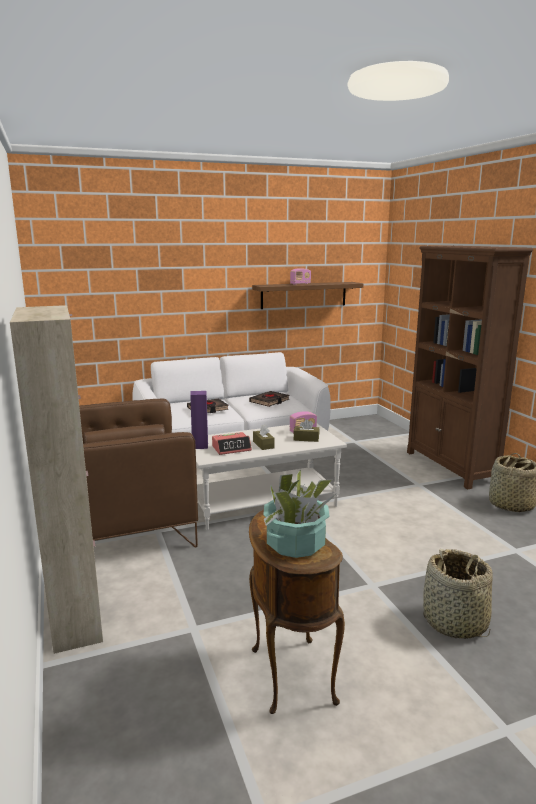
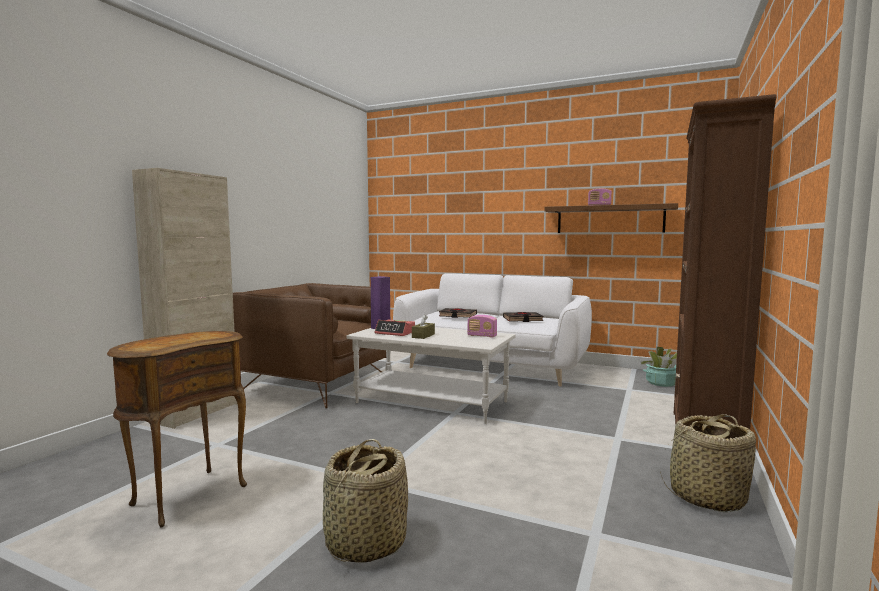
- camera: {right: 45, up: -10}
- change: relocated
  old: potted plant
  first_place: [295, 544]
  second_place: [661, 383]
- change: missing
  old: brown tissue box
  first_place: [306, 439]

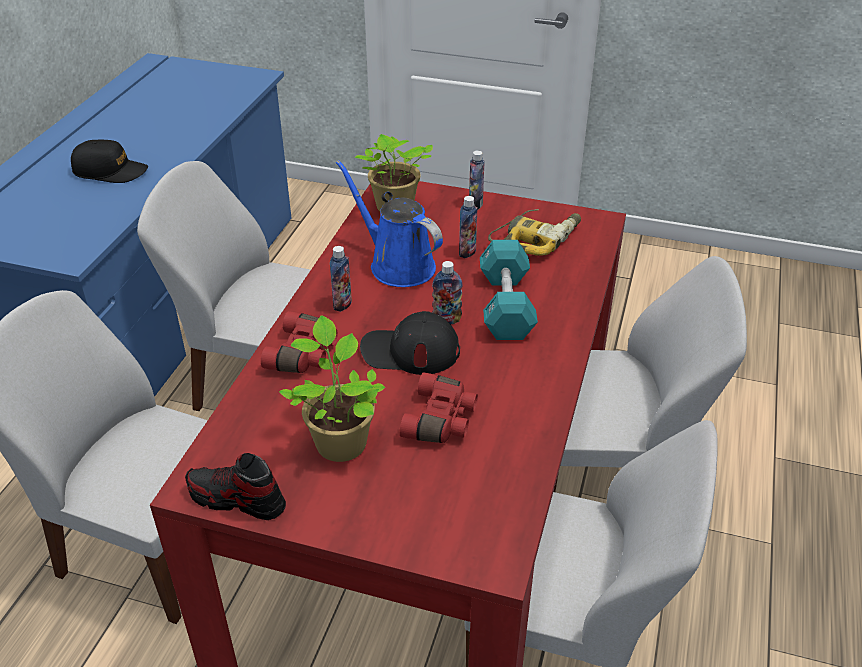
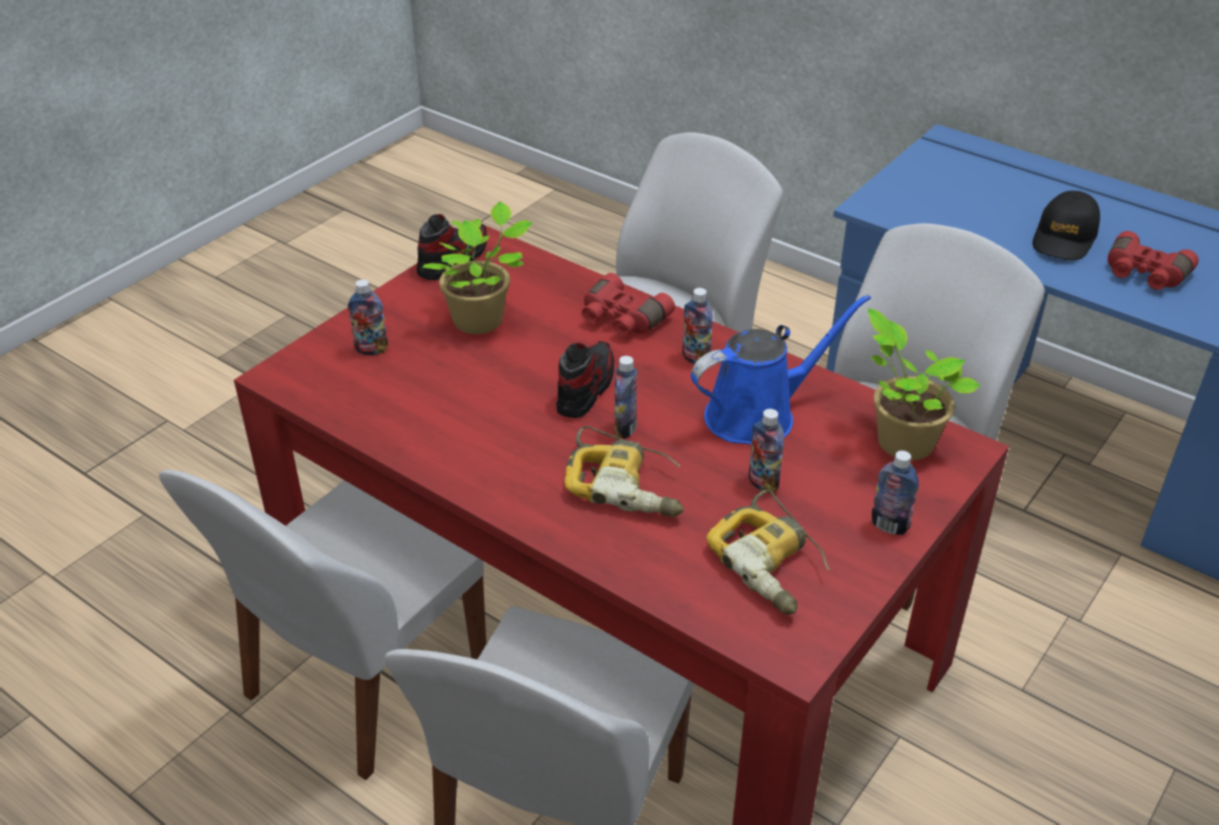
- camera: {right: 110, up: 0}
- change: exchanged
  old: black cap
  new: shoe
  first_place: [410, 351]
  second_place: [585, 389]
- change: relocated
  old: red binoculars
  first_place: [441, 420]
  second_place: [1143, 274]
- change: exchanged
  old: turquoise dumbbell
  new: power drill
  first_place: [506, 305]
  second_place: [627, 484]
- change: appeared
  new: bottle
  second_place: [371, 349]

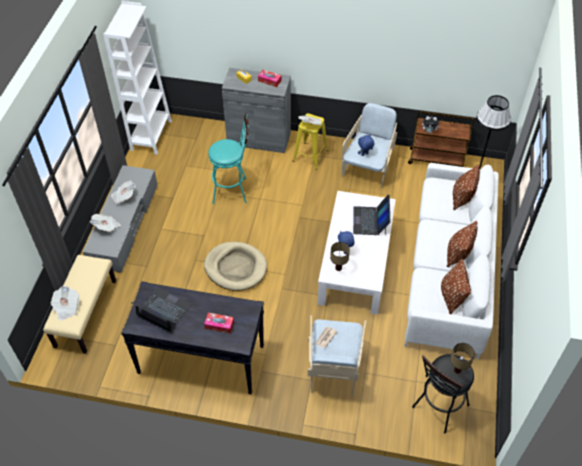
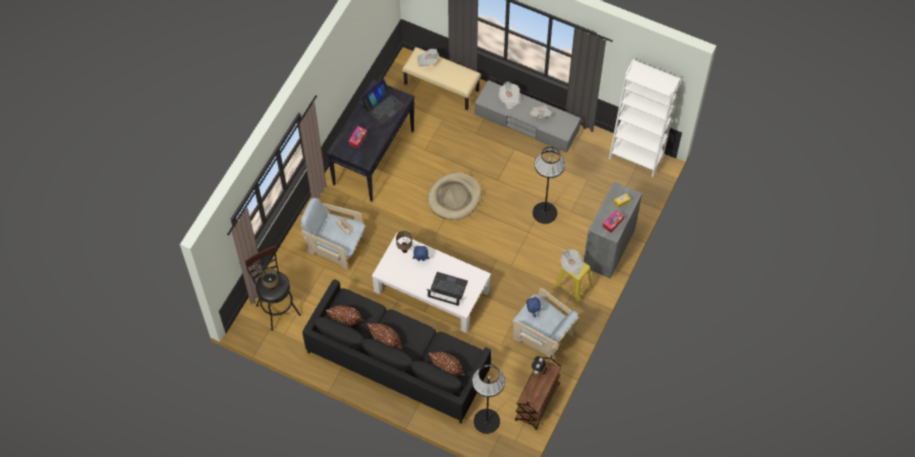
- camera: {right: 105, up: 10}
- change: exchanged
  old: turquoise stool
  new: black floor lamp
  first_place: [233, 190]
  second_place: [544, 213]
- change: colour
  old: white sofa
  new: black sofa
  first_place: [447, 272]
  second_place: [398, 361]

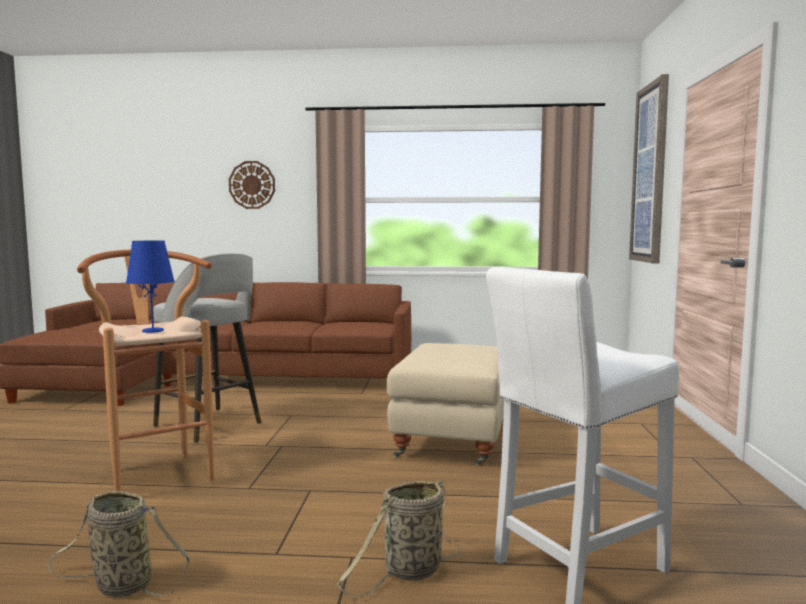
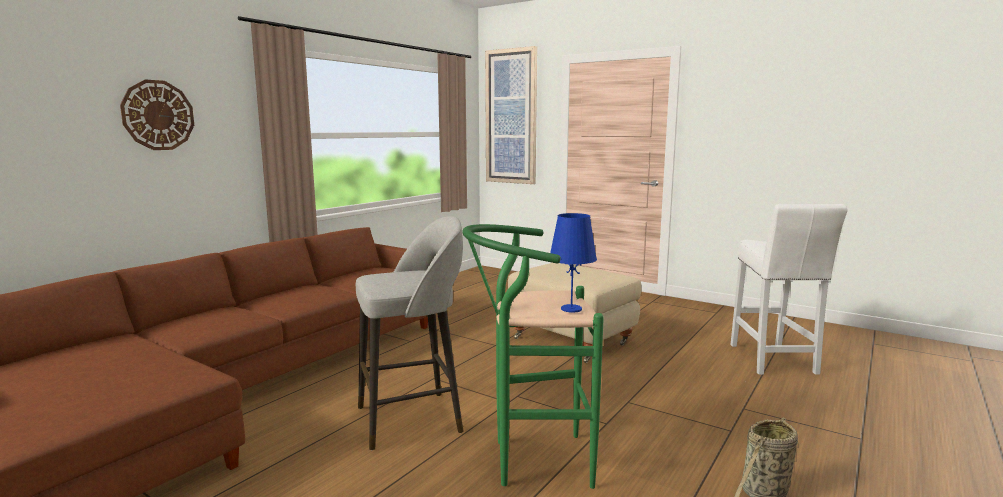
- camera: {right: -60, up: 5}
- change: colour
  old: brown stool
  new: green stool
  first_place: [156, 472]
  second_place: [531, 461]
- change: missing
  old: basket
  first_place: [409, 572]

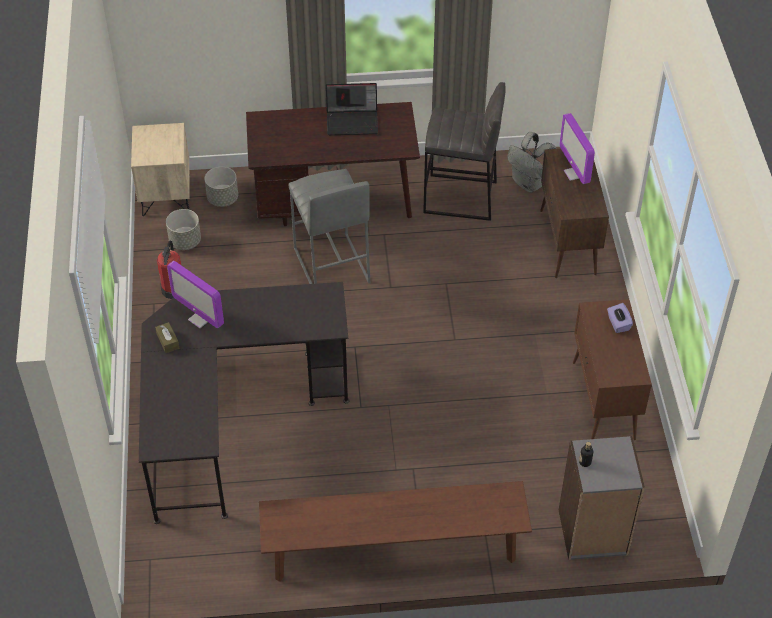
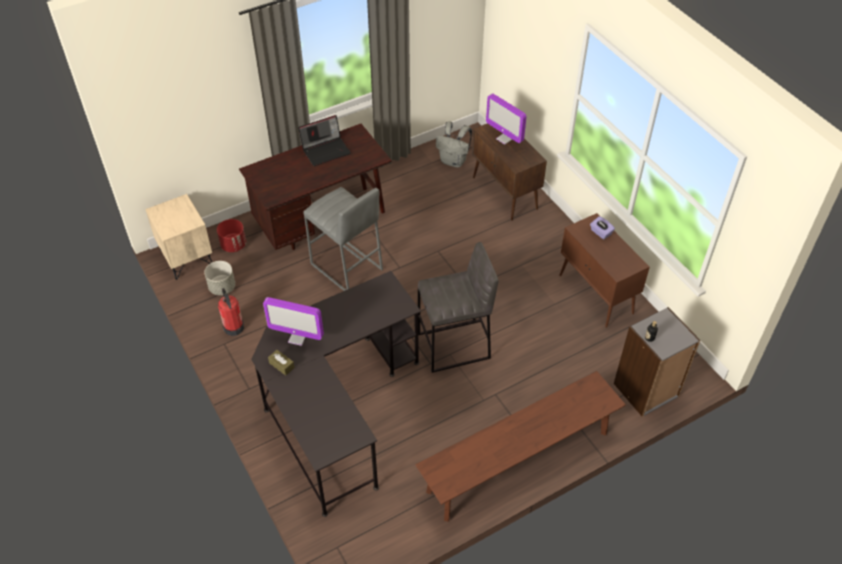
- camera: {right: -25, up: 0}
- change: colour
  old: grey planter
  new: red planter
  first_place: [223, 198]
  second_place: [233, 245]
- change: relocated
  old: grey stool
  first_place: [461, 198]
  second_place: [454, 346]

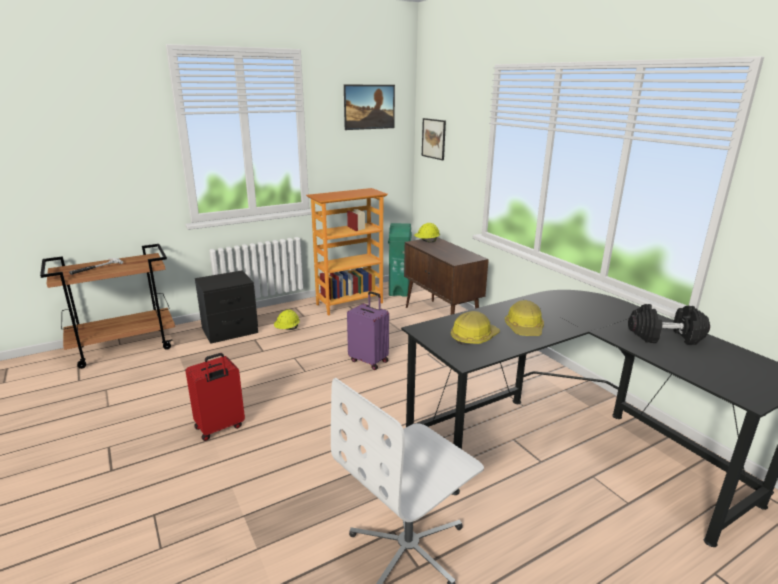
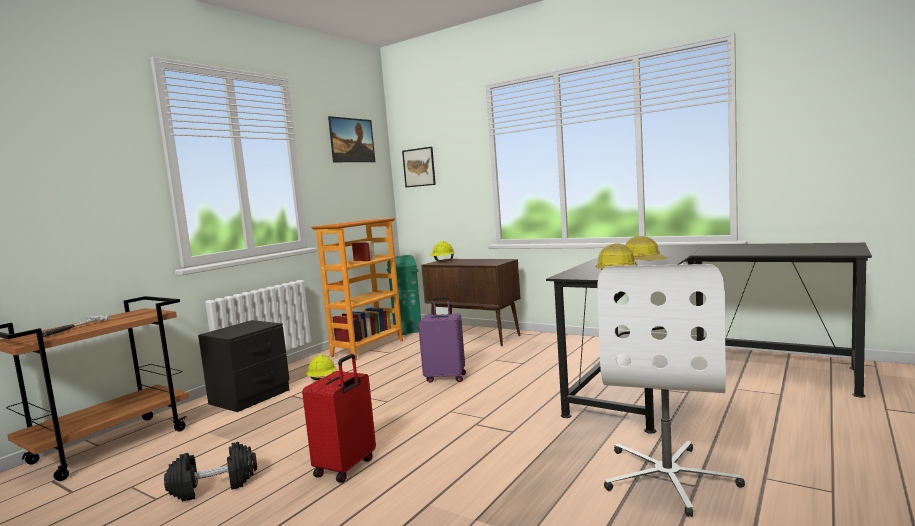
- camera: {right: -25, up: -15}
- change: relocated
  old: black dumbbell
  first_place: [665, 337]
  second_place: [214, 486]

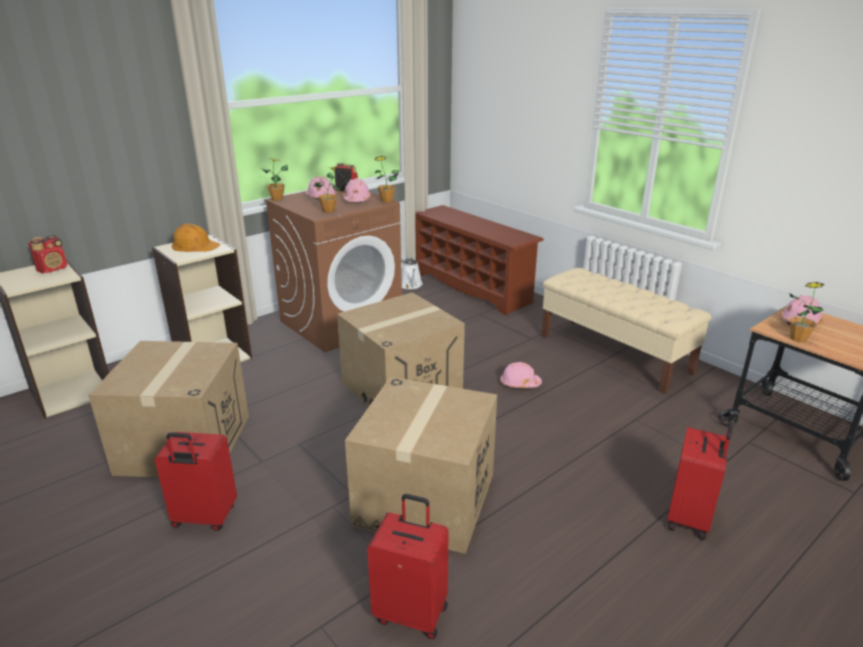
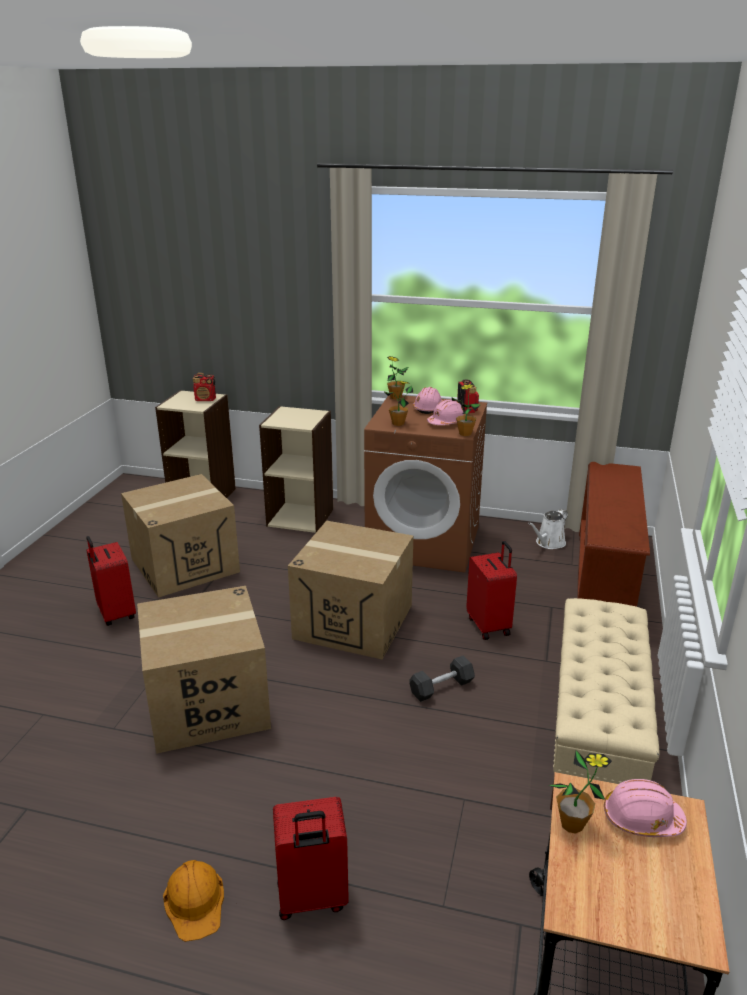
- camera: {right: 55, up: 0}
- change: relocated
  old: orange hard hat
  first_place: [195, 245]
  second_place: [195, 901]
- change: relocated
  old: red suitcase
  first_place: [412, 612]
  second_place: [489, 626]
- change: exchanged
  old: pink hard hat
  new: grey dumbbell
  first_place: [519, 383]
  second_place: [441, 687]

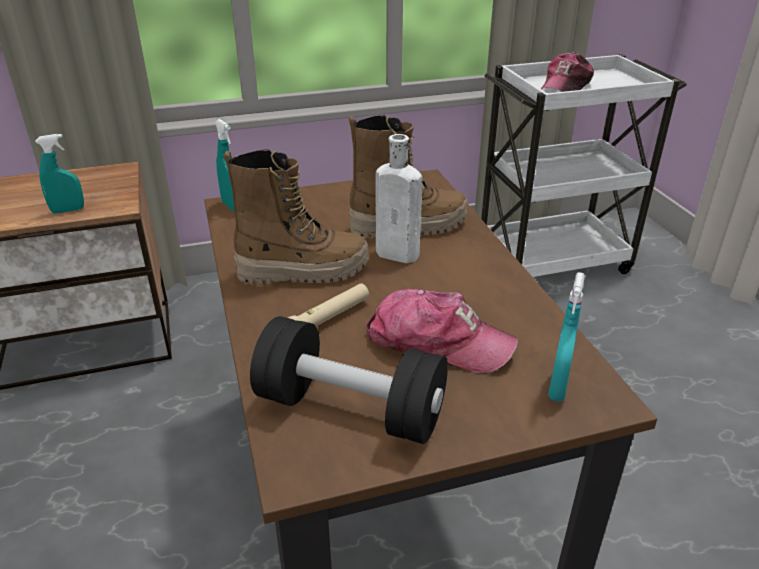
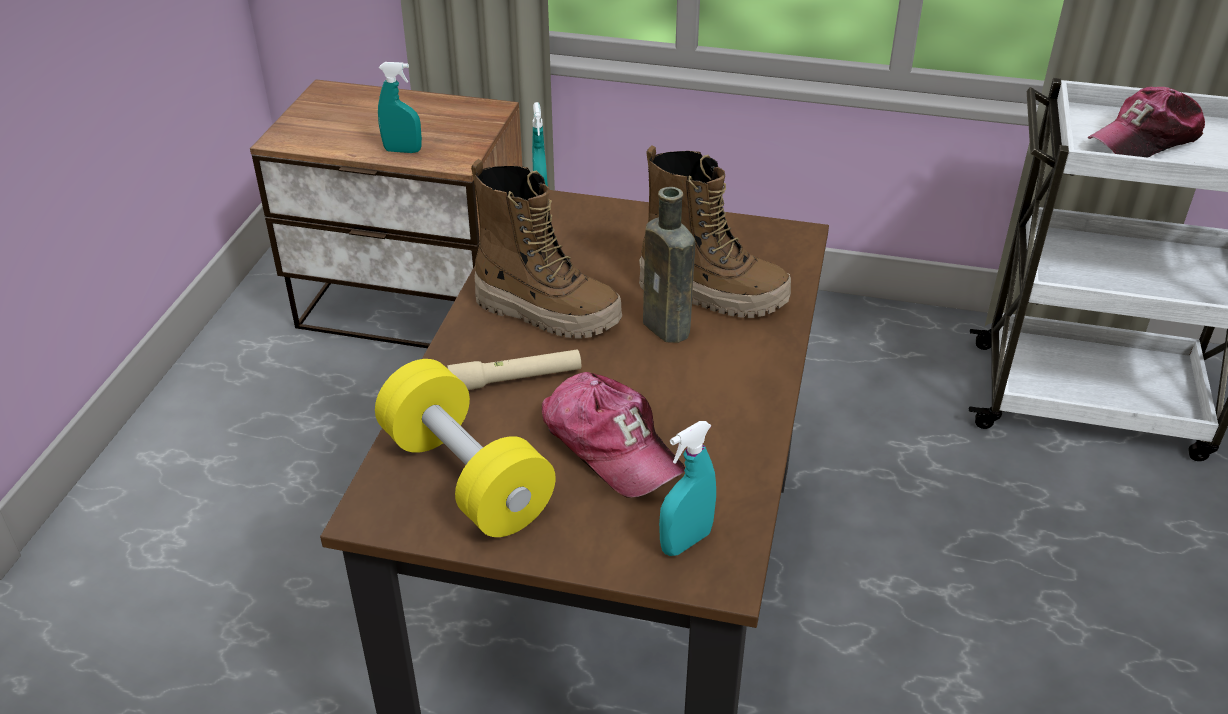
- camera: {right: 30, up: 5}
- change: colour
  old: black dumbbell
  new: yellow dumbbell
  first_place: [351, 408]
  second_place: [466, 477]
- change: colour
  old: white bottle
  new: brown bottle
  first_place: [400, 254]
  second_place: [669, 329]

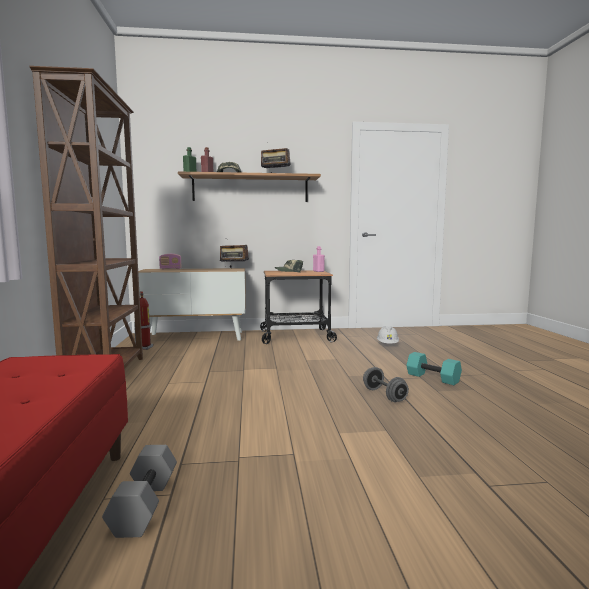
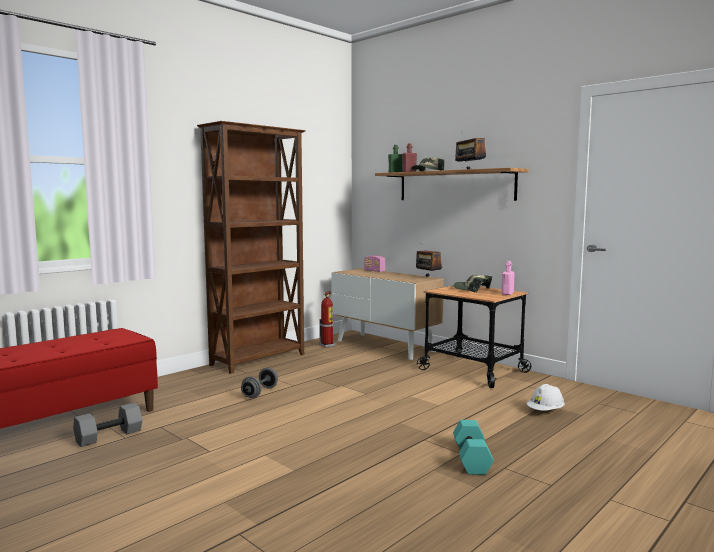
- camera: {right: 50, up: 0}
- change: relocated
  old: grey dumbbell
  first_place: [384, 395]
  second_place: [260, 392]

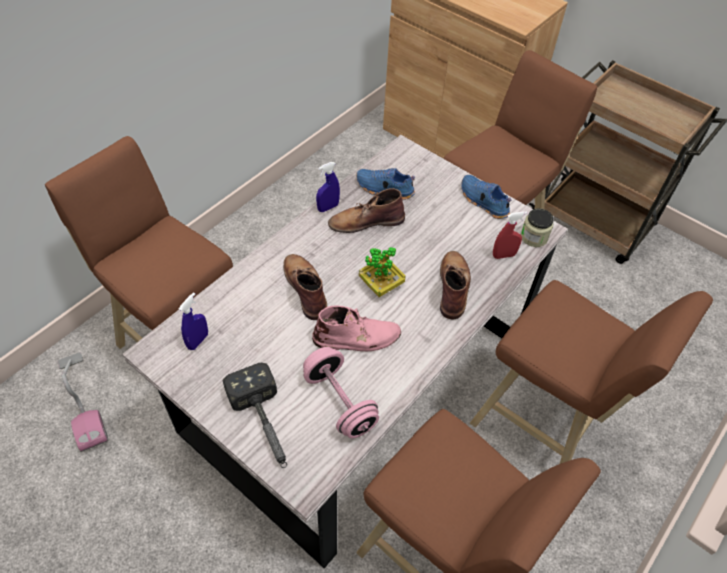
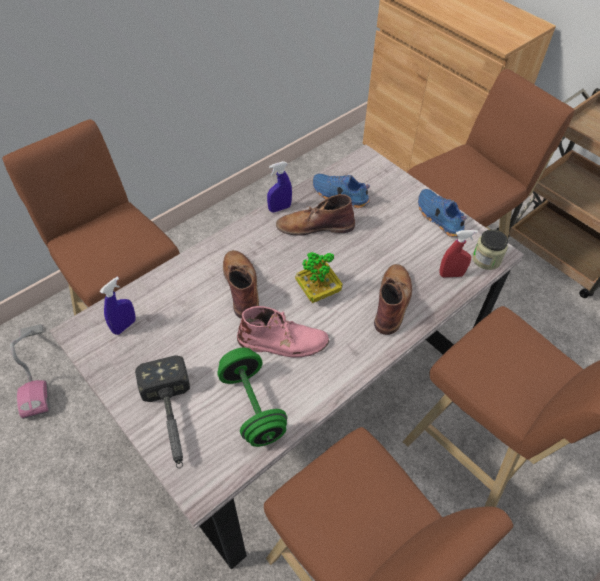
- camera: {right: 10, up: 0}
- change: colour
  old: pink dumbbell
  new: green dumbbell
  first_place: [340, 402]
  second_place: [252, 406]

